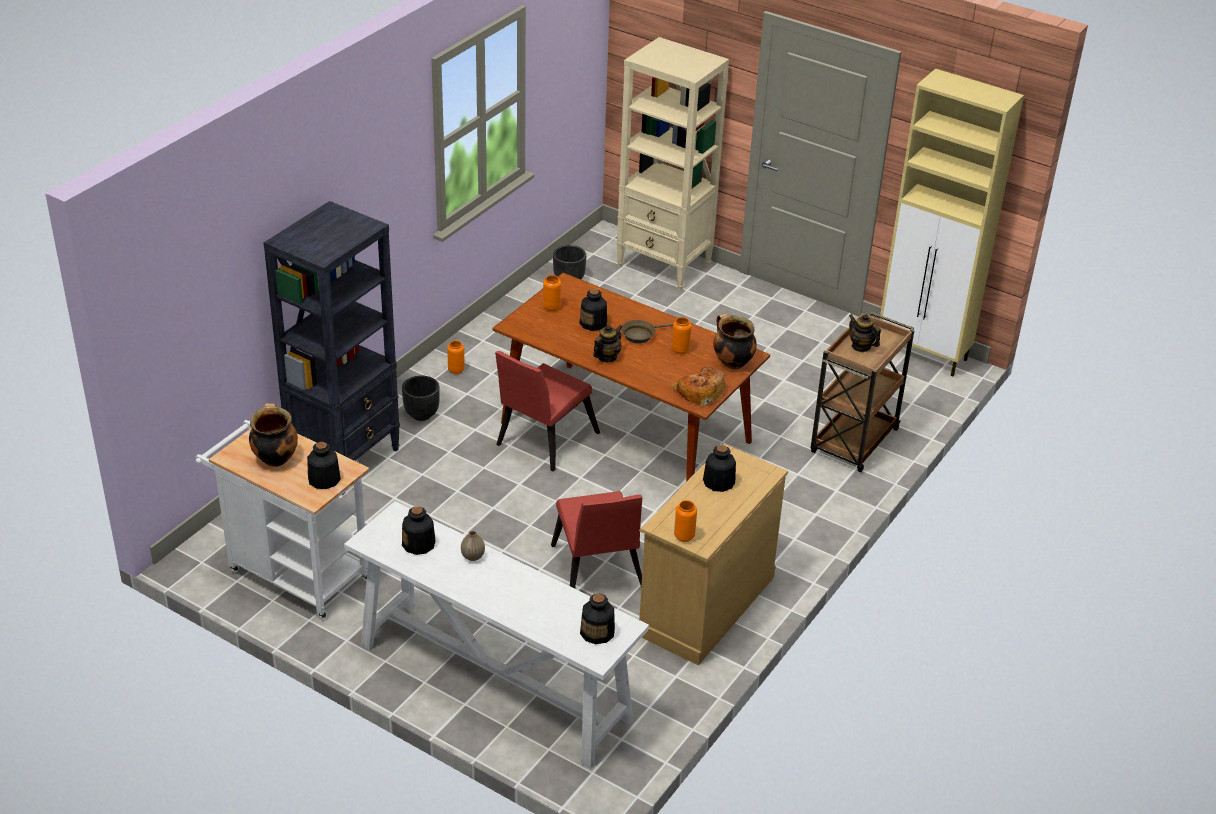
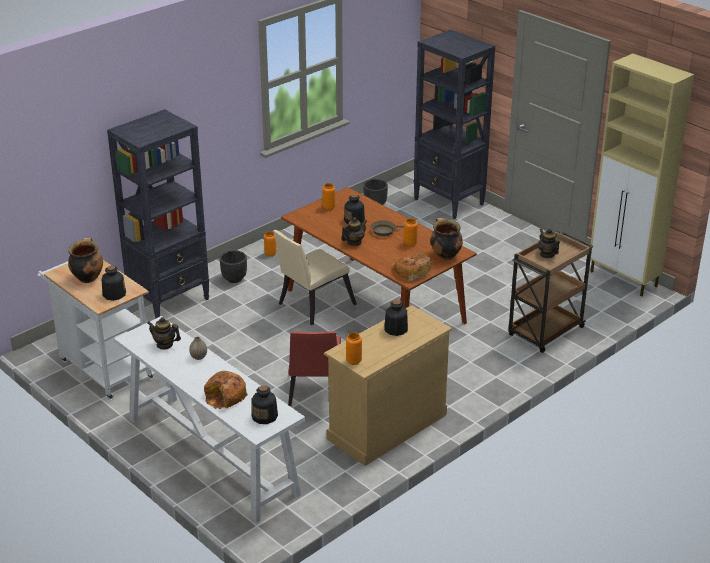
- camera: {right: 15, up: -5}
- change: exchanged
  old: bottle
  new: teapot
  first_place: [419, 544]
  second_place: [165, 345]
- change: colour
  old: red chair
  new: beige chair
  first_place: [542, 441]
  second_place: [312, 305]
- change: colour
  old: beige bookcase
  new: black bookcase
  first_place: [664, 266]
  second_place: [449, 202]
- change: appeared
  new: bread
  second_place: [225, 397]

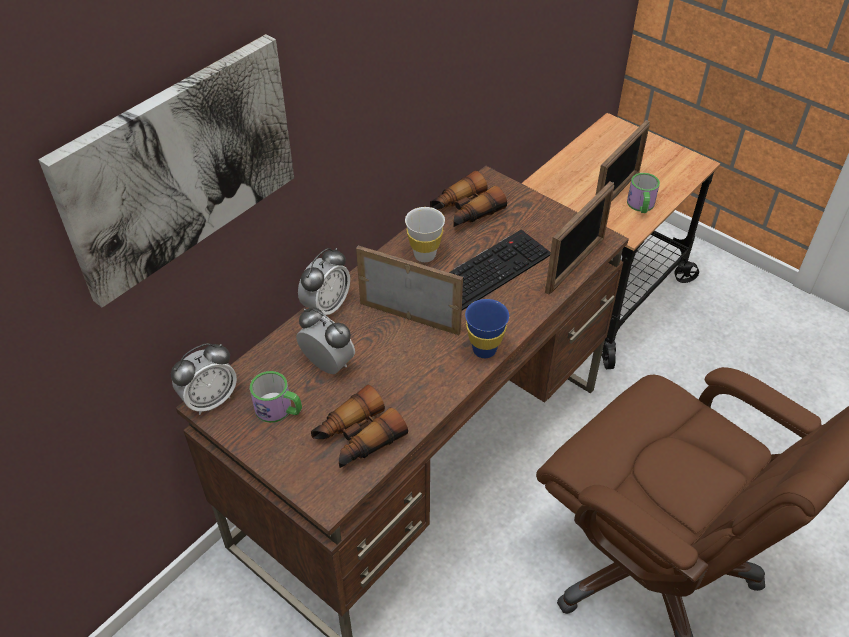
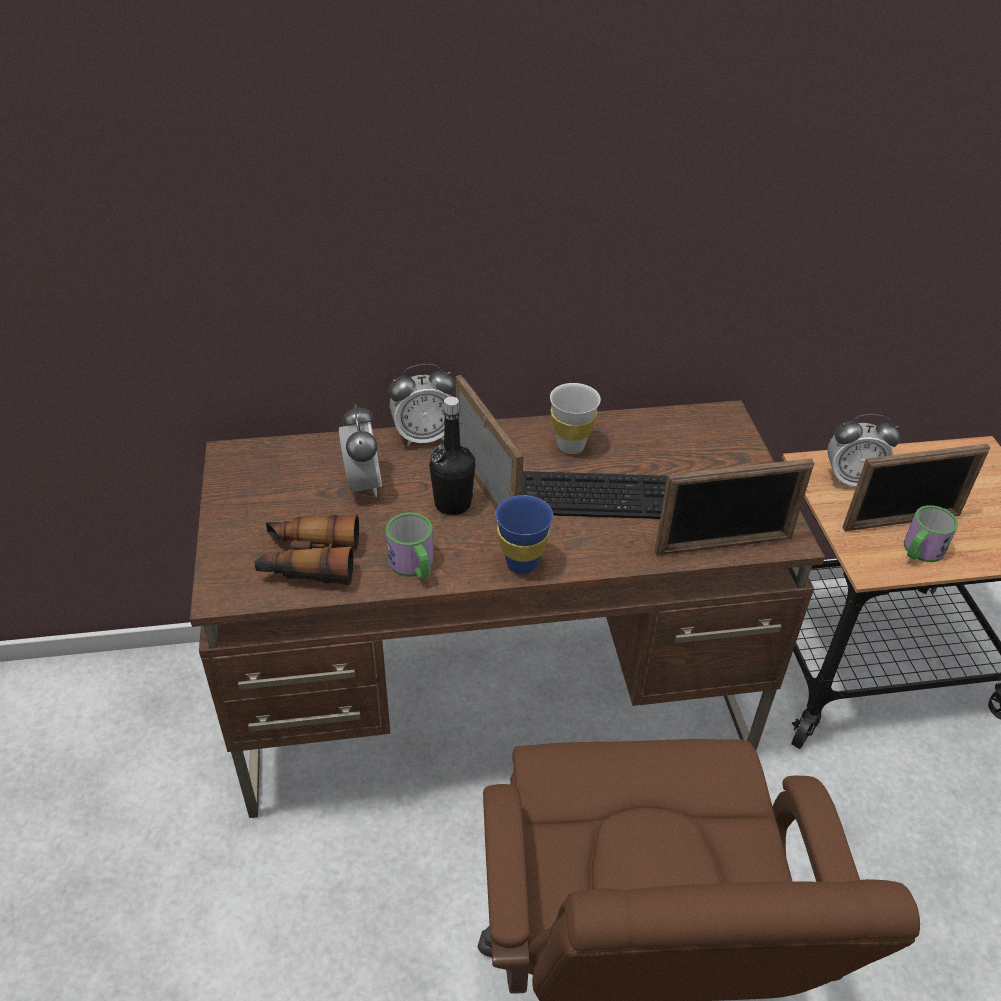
- camera: {right: 40, up: -5}
- change: missing
  old: picture
  first_place: [179, 166]
- change: relocated
  old: alarm clock
  first_place: [210, 400]
  second_place: [851, 479]
- change: relocated
  old: mug
  first_place: [279, 410]
  second_place: [414, 566]
- change: missing
  old: binoculars
  first_place: [465, 211]
- change: appeared
  new: black bottle
  second_place: [452, 504]

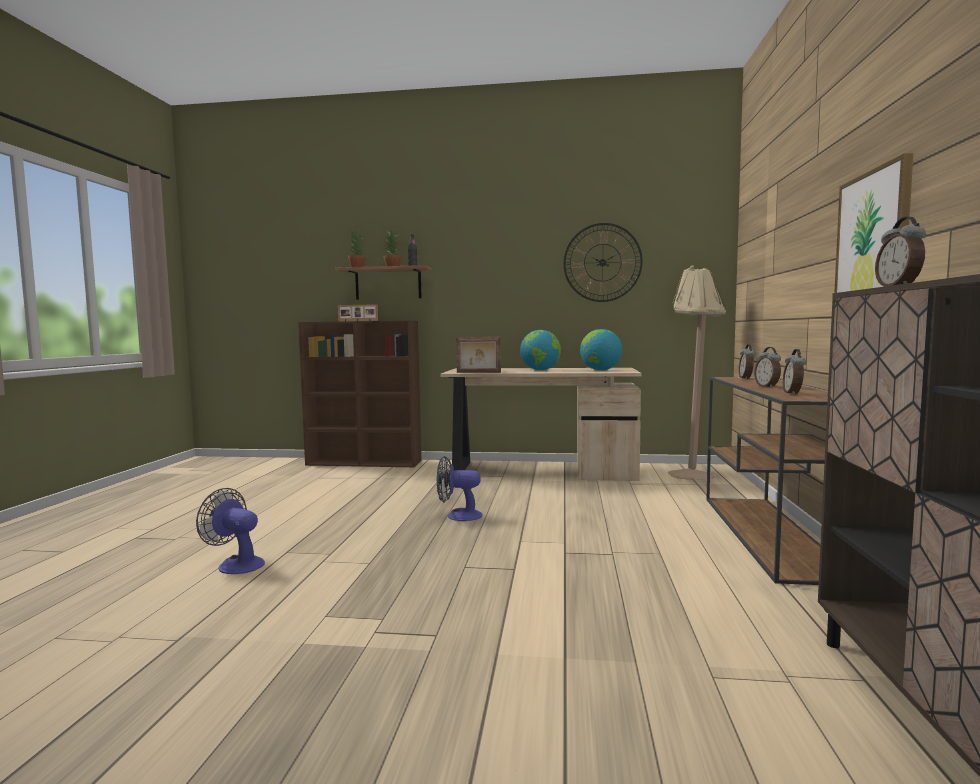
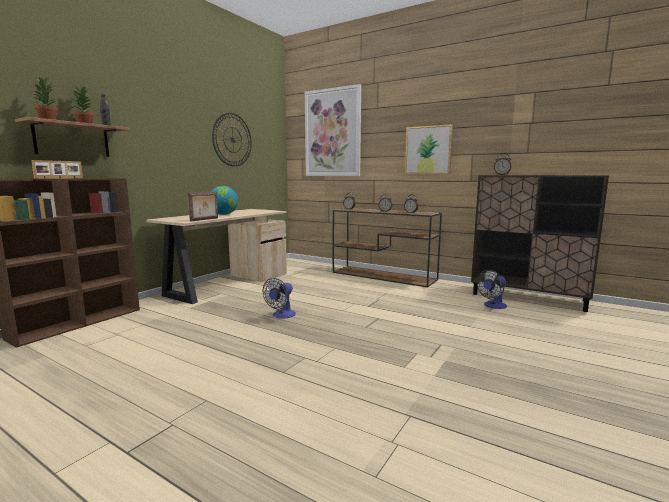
- camera: {right: -65, up: 5}
- change: relocated
  old: fan
  first_place: [236, 564]
  second_place: [493, 306]
- change: missing
  old: globe
  first_place: [600, 370]
- change: missing
  old: beige floor lamp
  first_place: [695, 473]
- change: appeared
  new: picture
  second_place: [332, 133]

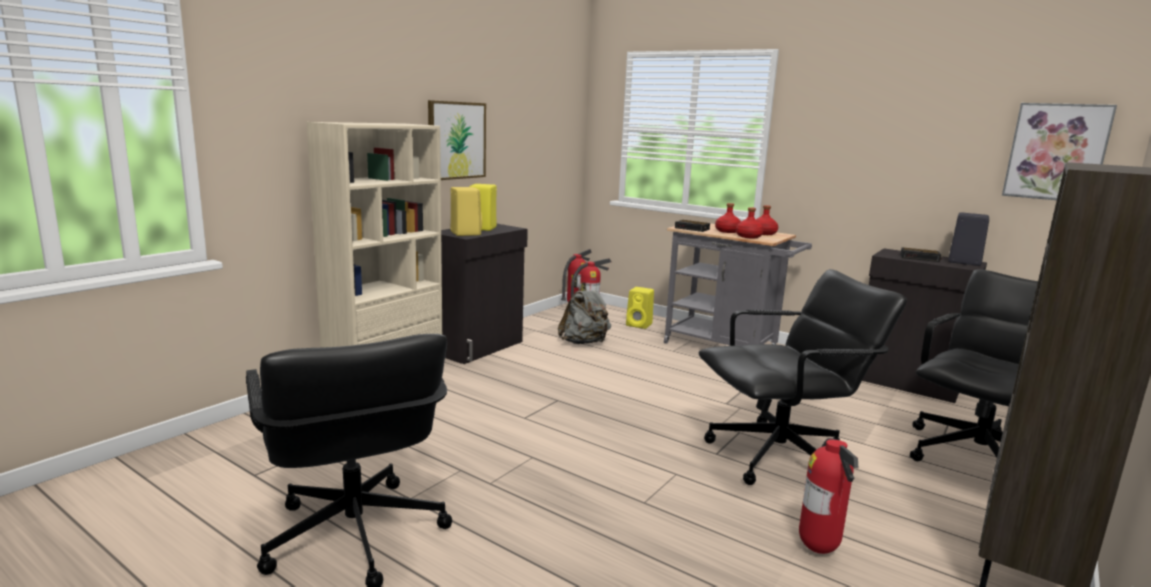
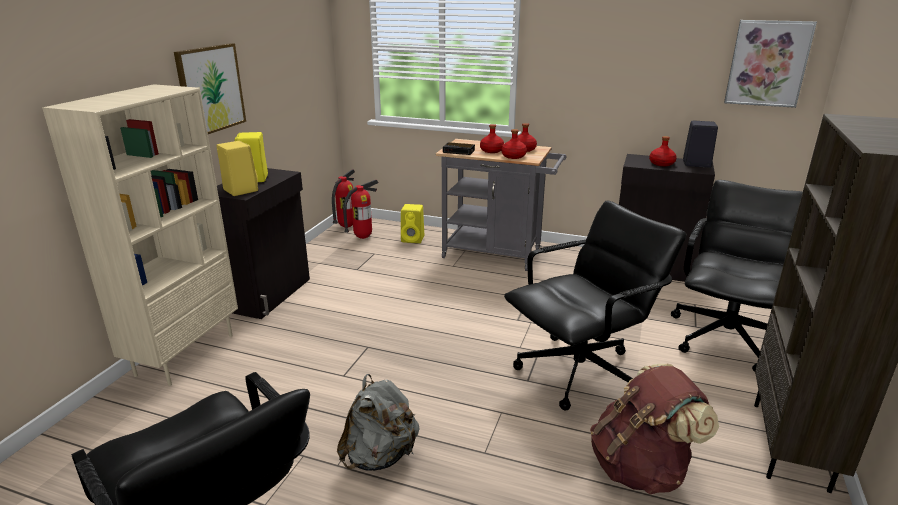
- camera: {right: -15, up: 10}
- change: relocated
  old: grey backpack
  first_place: [584, 343]
  second_place: [380, 456]
- change: exchanged
  old: fire extinguisher
  new: brown backpack
  first_place: [819, 549]
  second_place: [641, 468]
- change: exchanged
  old: alarm clock
  new: red bottle
  first_place: [920, 258]
  second_place: [662, 163]

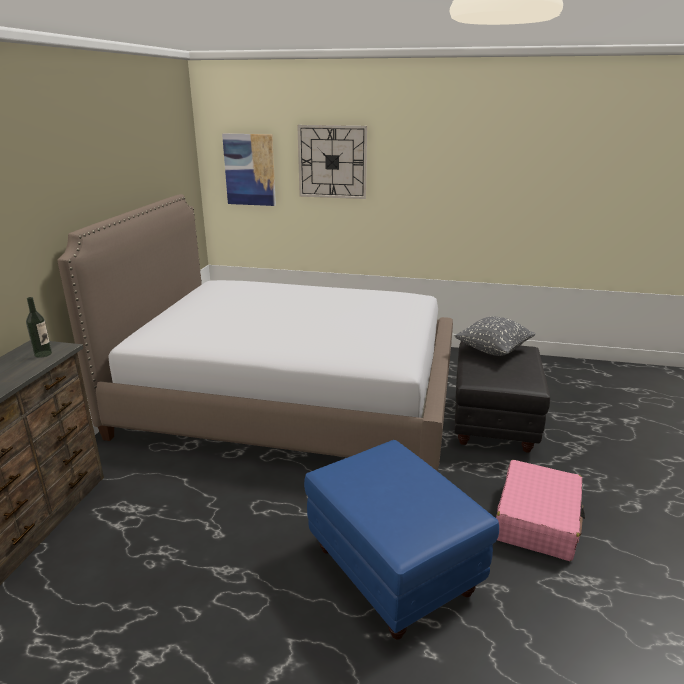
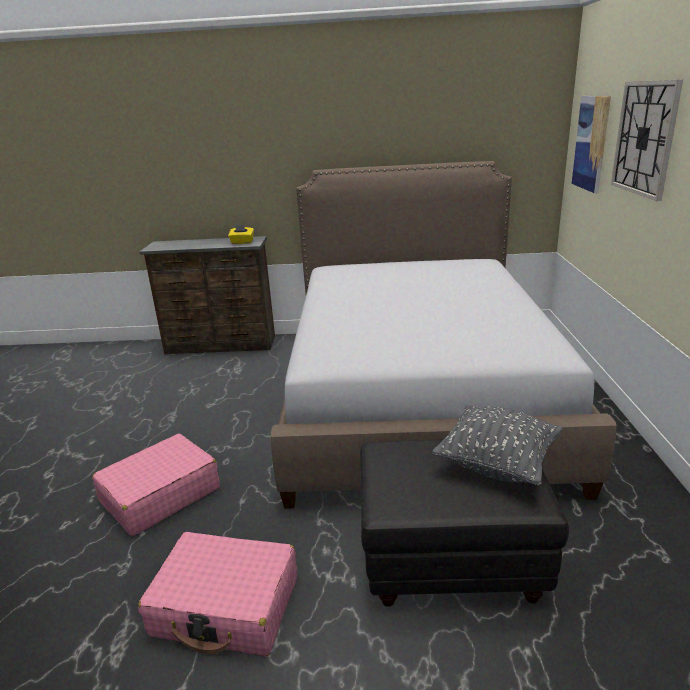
- camera: {right: 80, up: 0}
- change: exchanged
  old: bottle
  new: yellow tissue box
  first_place: [43, 354]
  second_place: [242, 242]
- change: exchanged
  old: blue ottoman
  new: pink suitcase
  first_place: [394, 569]
  second_place: [160, 495]

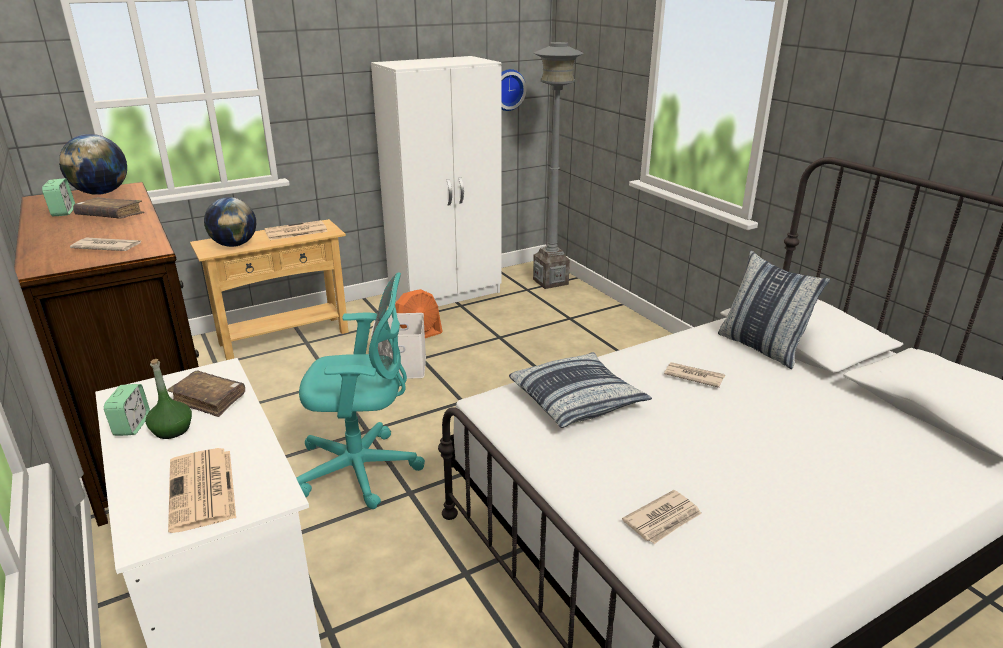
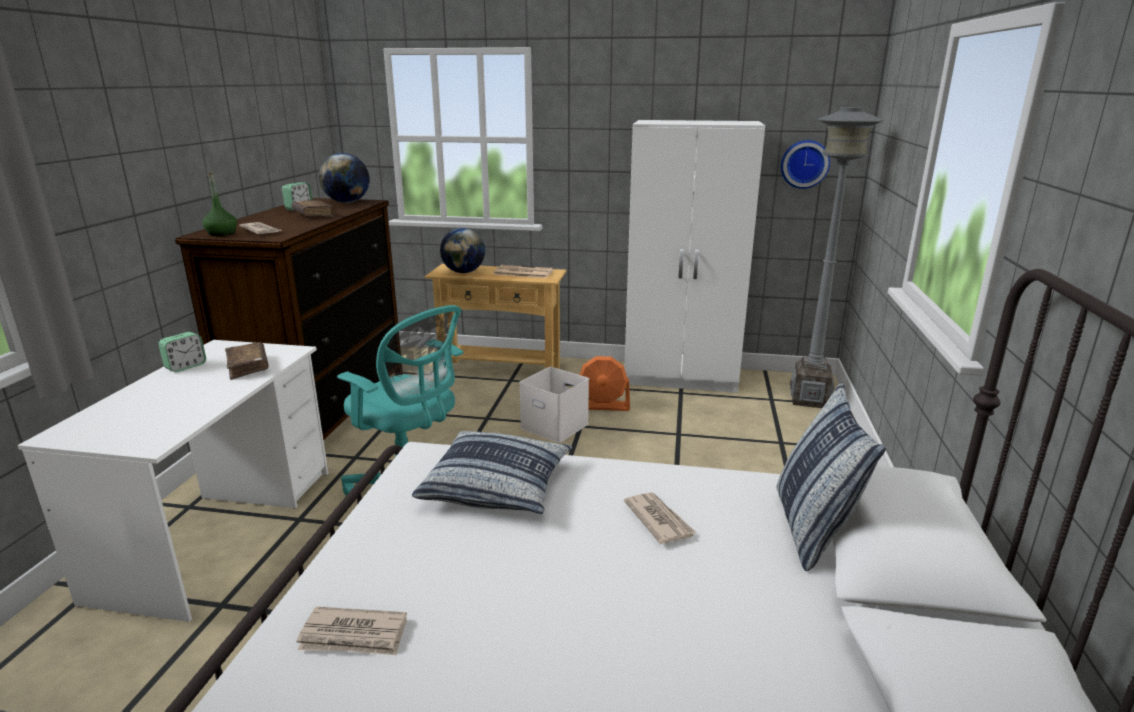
- camera: {right: 40, up: -5}
- change: relocated
  old: green bottle
  first_place: [172, 430]
  second_place: [221, 233]
- change: missing
  old: newspaper
  first_place: [203, 490]

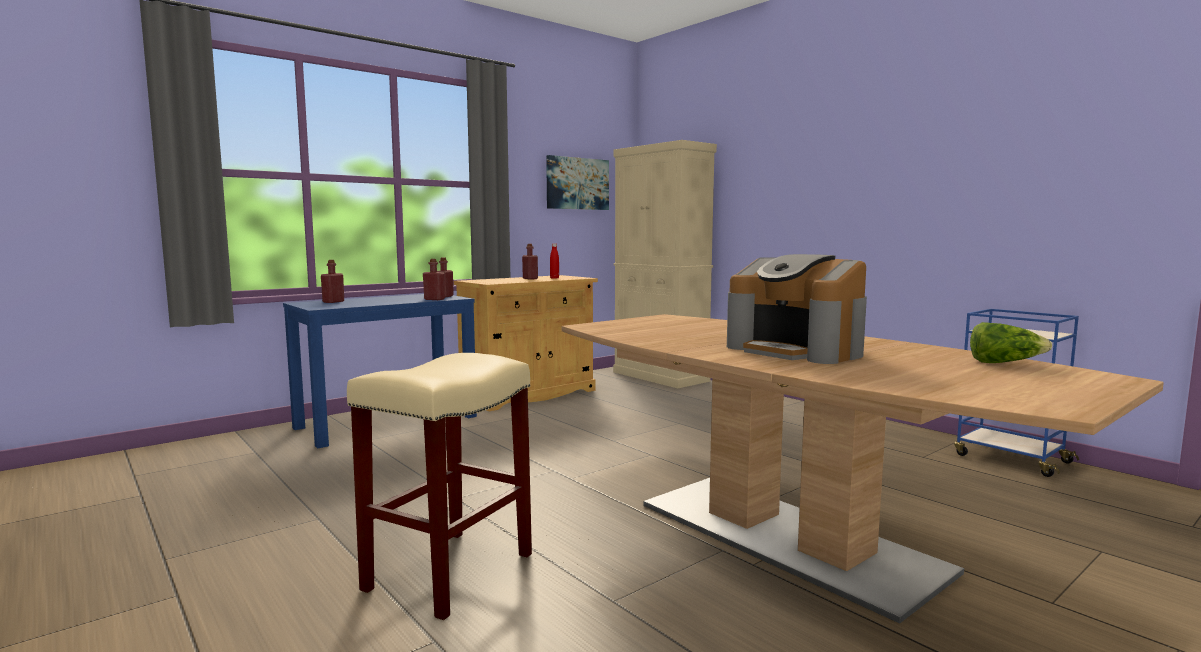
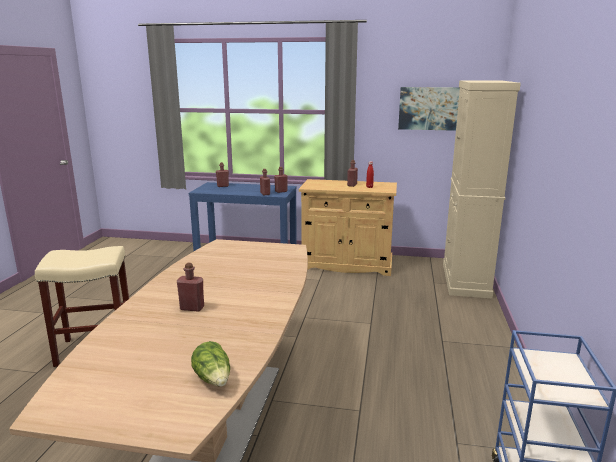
- camera: {right: 50, up: 10}
- change: exchanged
  old: coffee machine
  new: red bottle
  first_place: [796, 350]
  second_place: [192, 308]

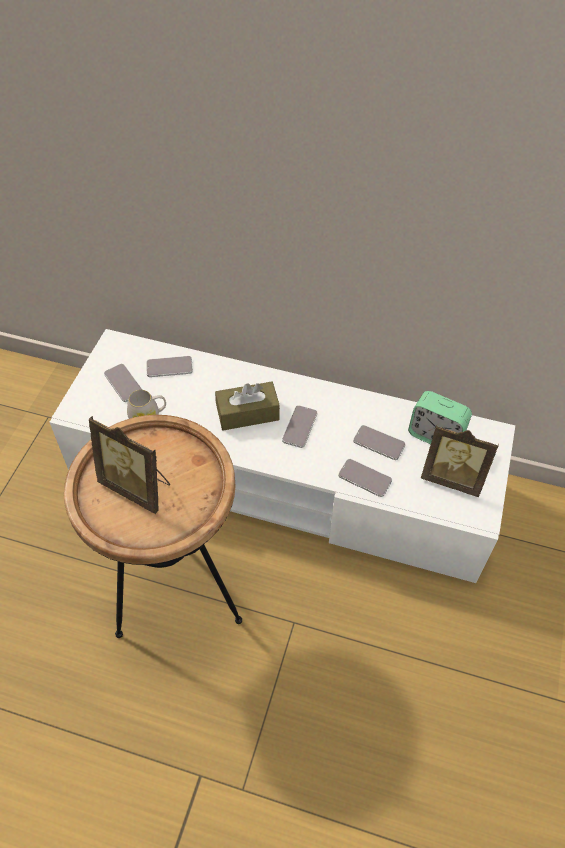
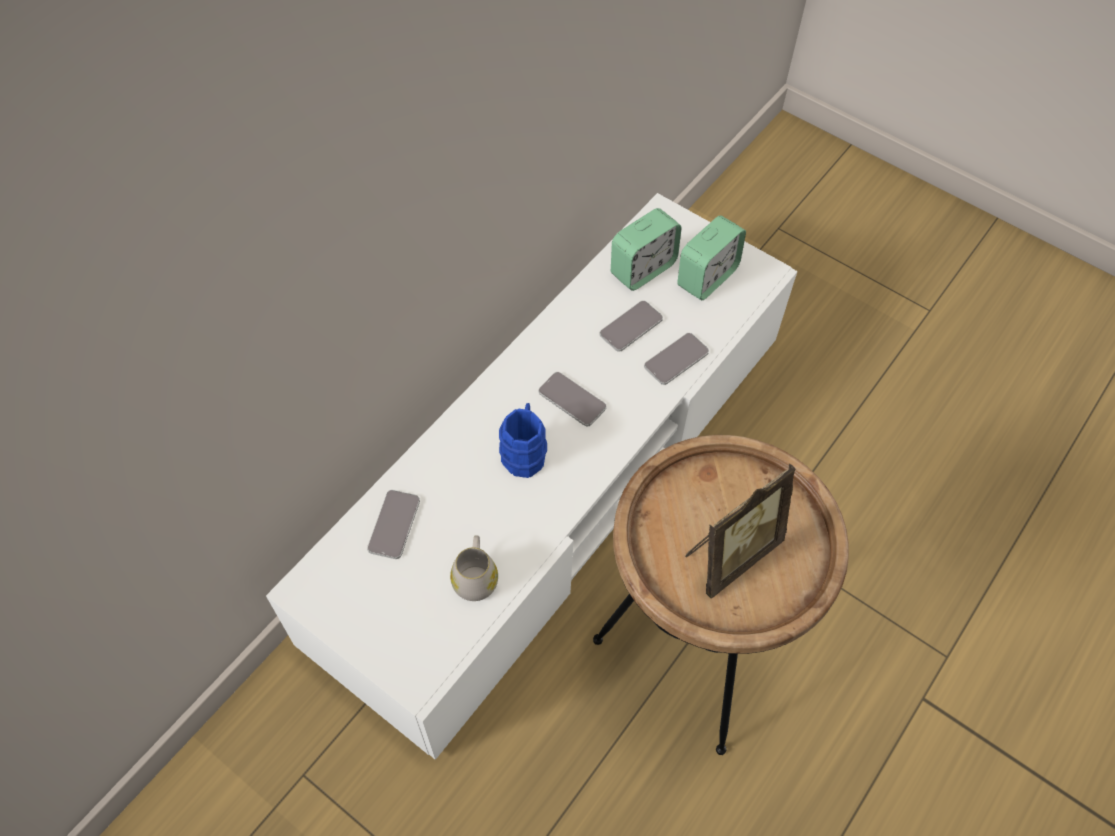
- camera: {right: -70, up: 5}
- change: missing
  old: phone
  first_place: [123, 383]
- change: exchanged
  old: brown tissue box
  new: blue mug
  first_place: [247, 413]
  second_place: [524, 451]
- change: exchanged
  old: picture frame
  new: alarm clock
  first_place: [452, 478]
  second_place: [707, 277]

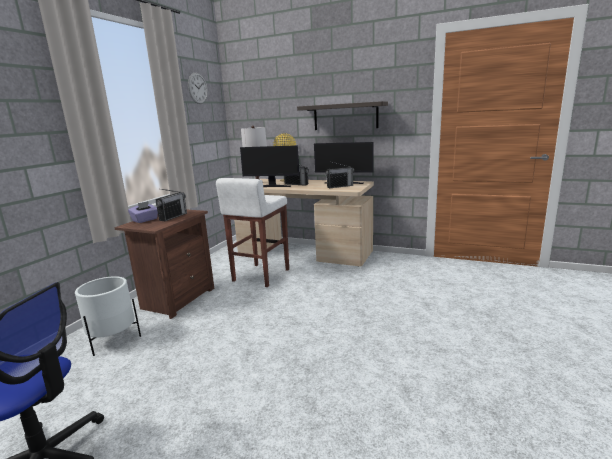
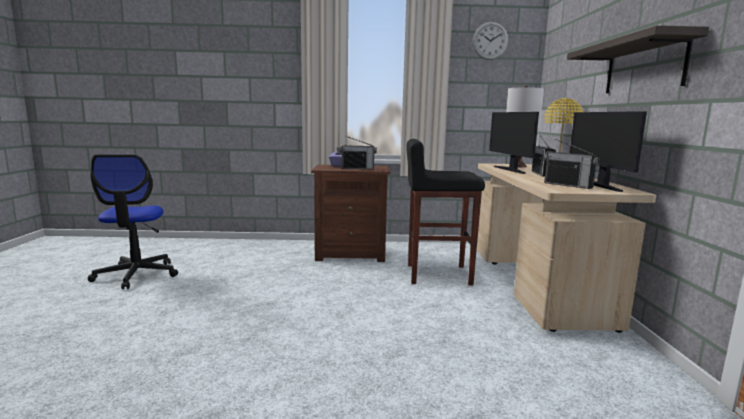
- camera: {right: 65, up: -5}
- change: missing
  old: white planter
  first_place: [113, 340]
- change: colour
  old: white stool
  new: black stool
  first_place: [260, 275]
  second_place: [437, 274]

